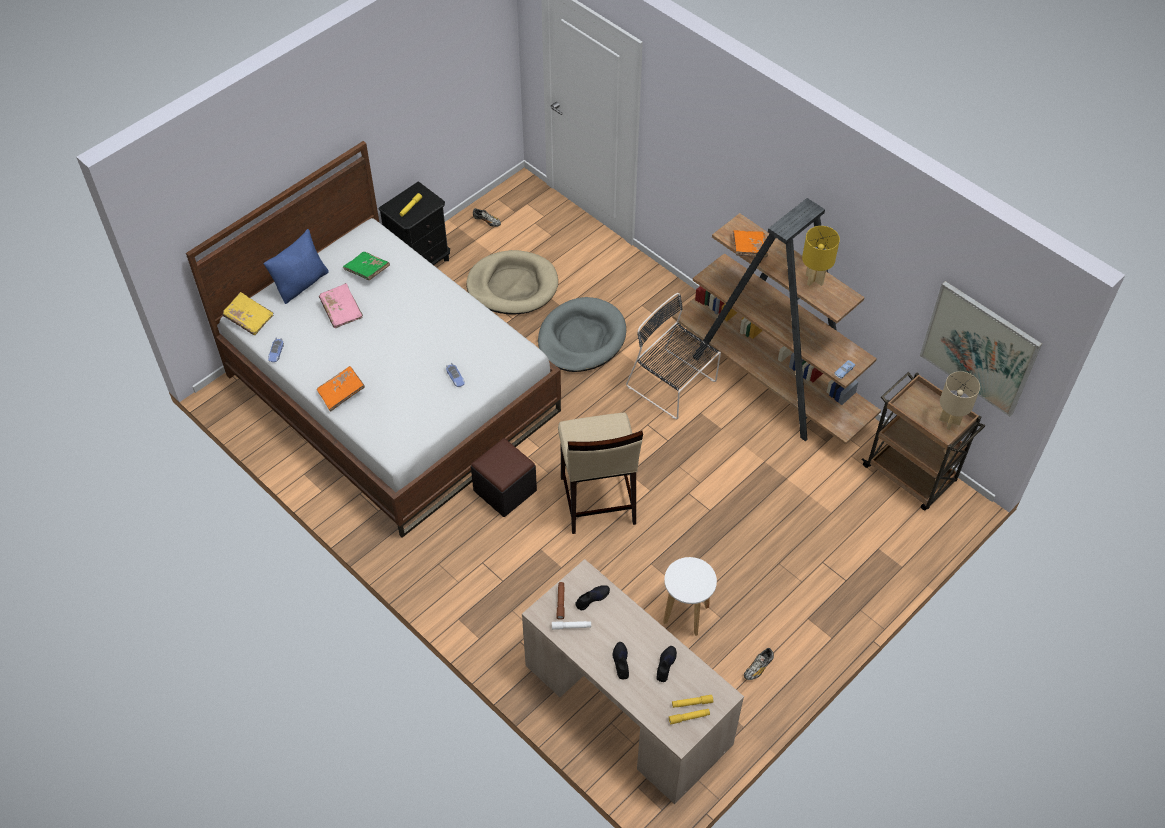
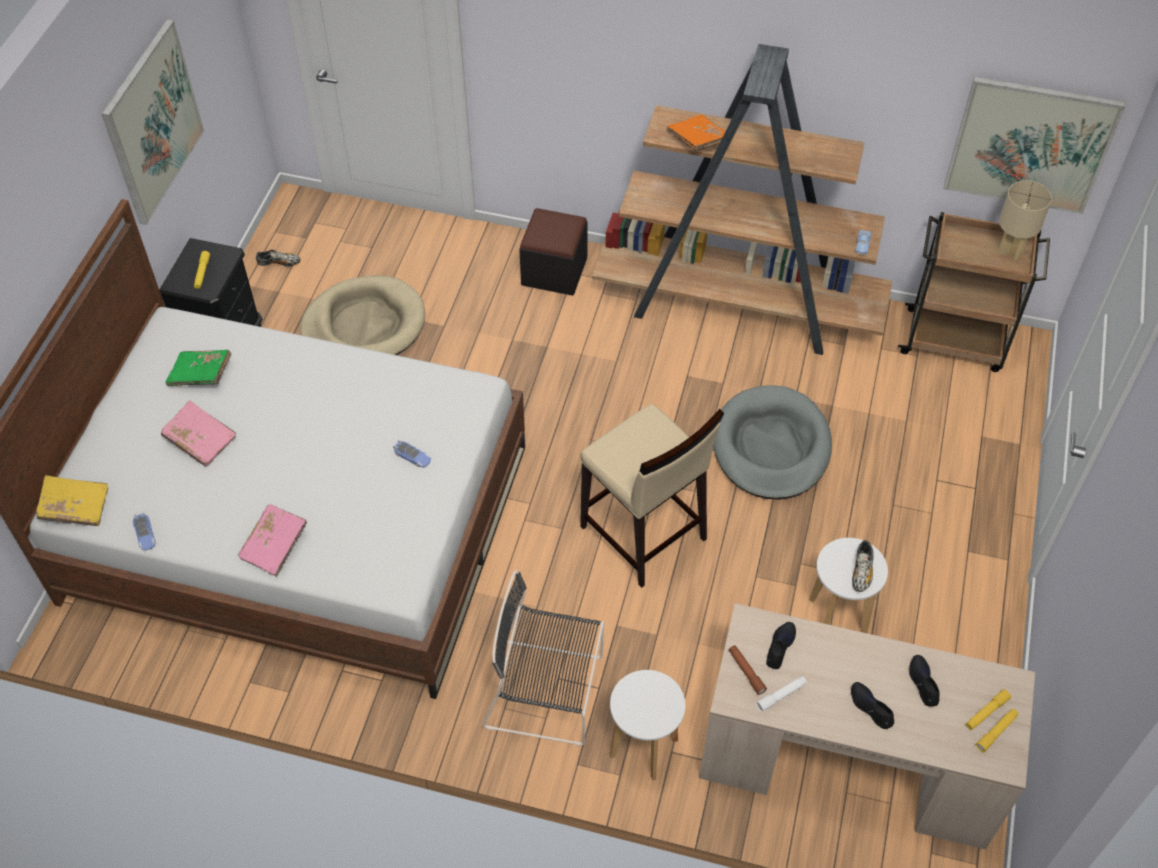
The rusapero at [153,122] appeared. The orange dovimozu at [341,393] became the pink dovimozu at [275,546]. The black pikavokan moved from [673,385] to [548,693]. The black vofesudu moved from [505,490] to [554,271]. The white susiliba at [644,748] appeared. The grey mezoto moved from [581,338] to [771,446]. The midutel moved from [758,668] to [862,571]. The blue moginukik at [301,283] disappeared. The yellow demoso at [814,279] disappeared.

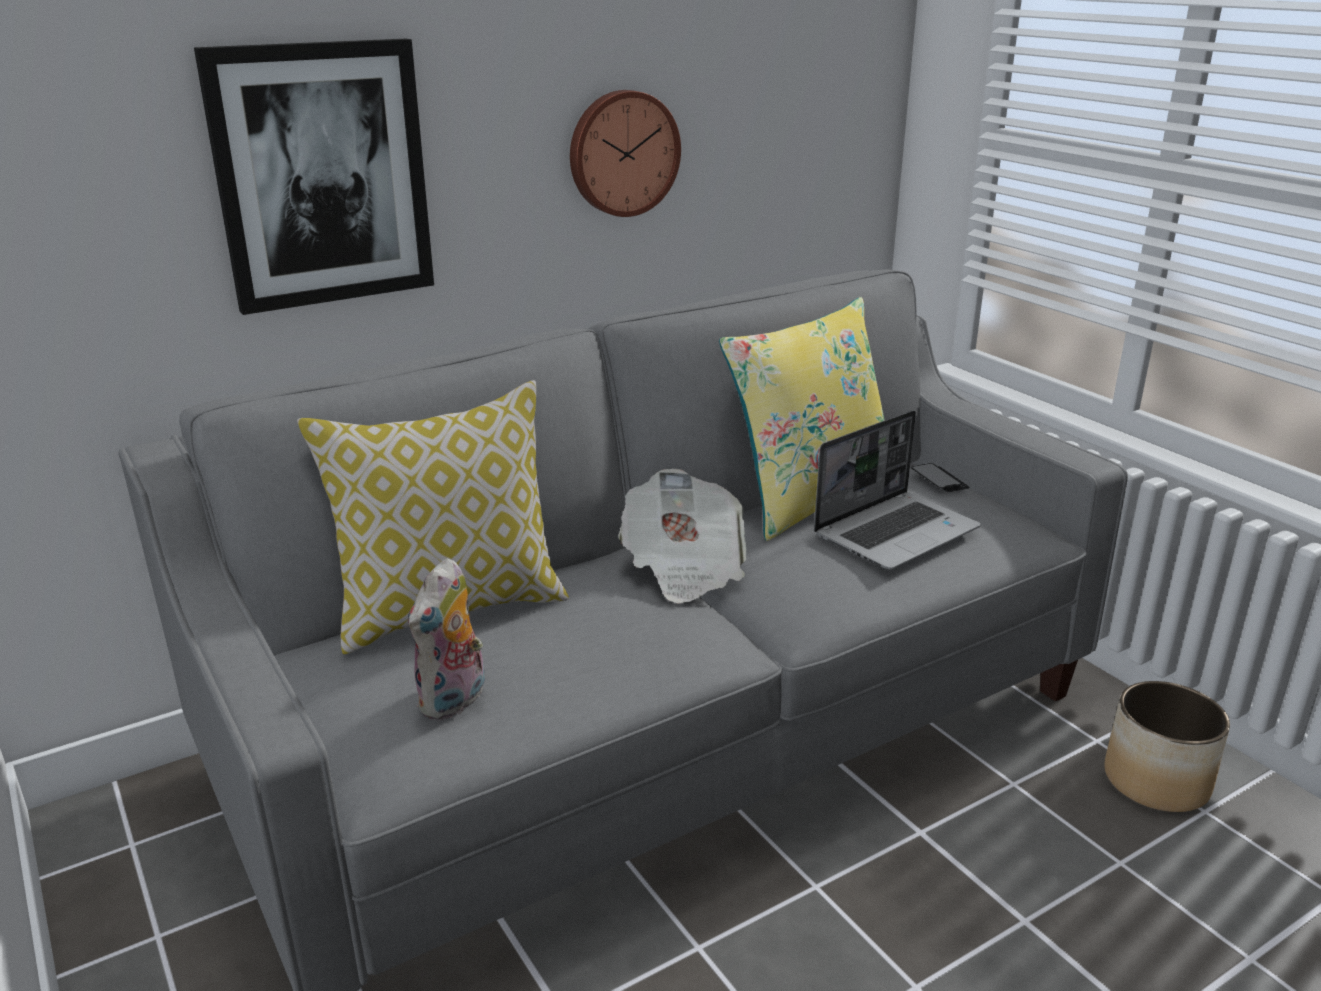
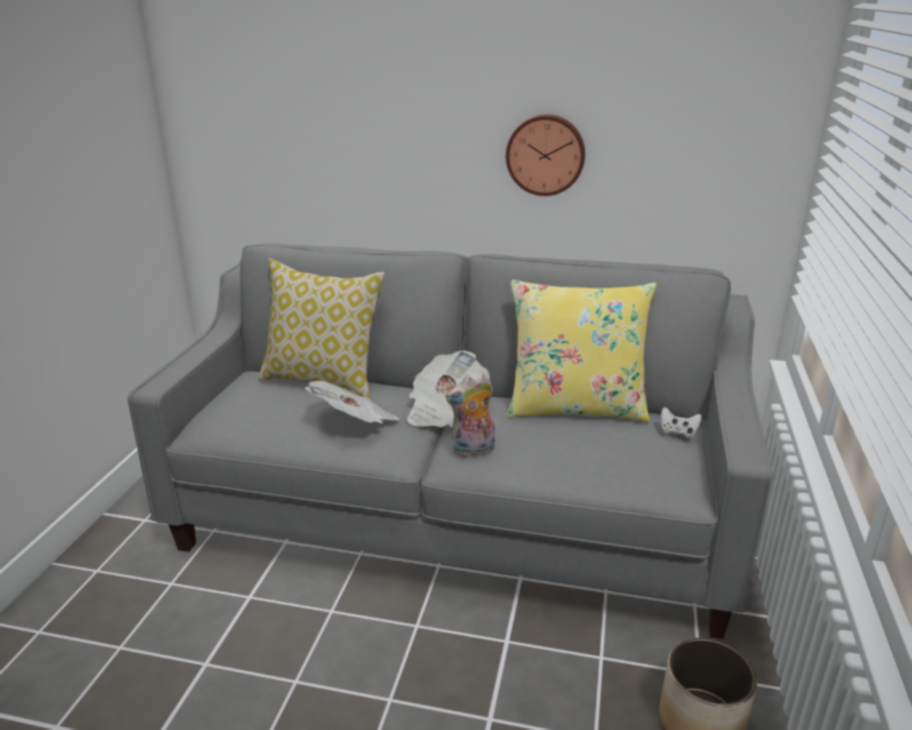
The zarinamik at [354,423] appeared. The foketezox moved from [454,701] to [473,451]. The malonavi at [939,479] was replaced by the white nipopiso at [678,432]. The rusapero at [322,175] disappeared. The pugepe at [896,532] disappeared.

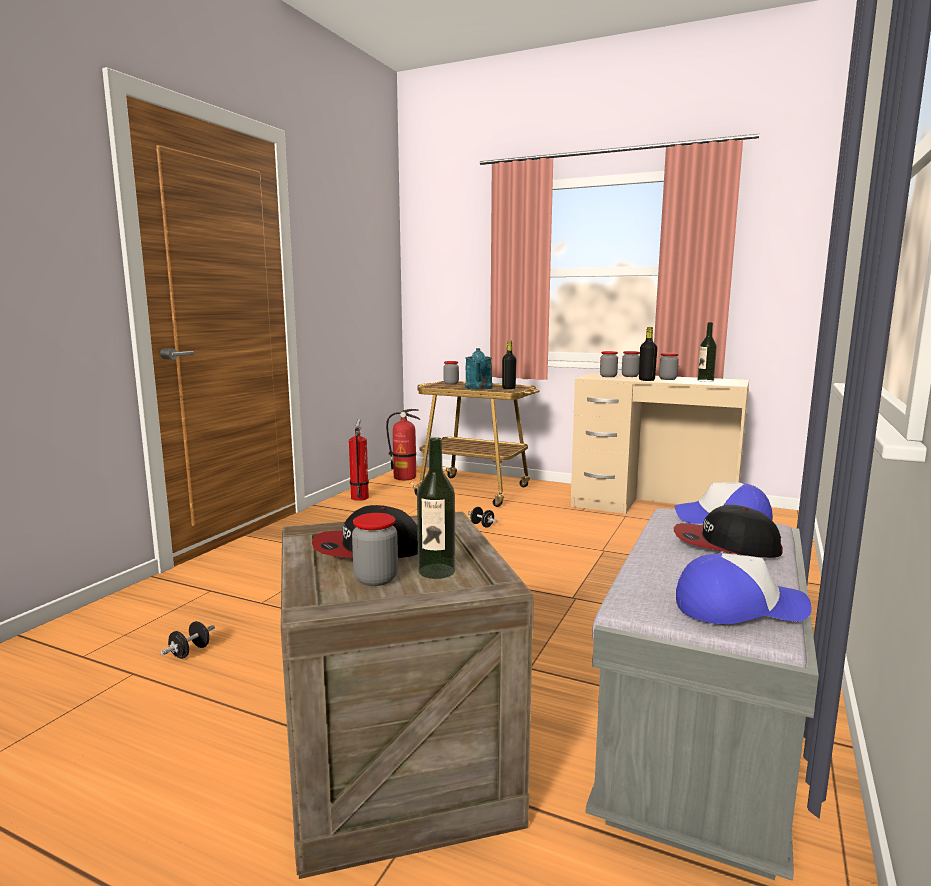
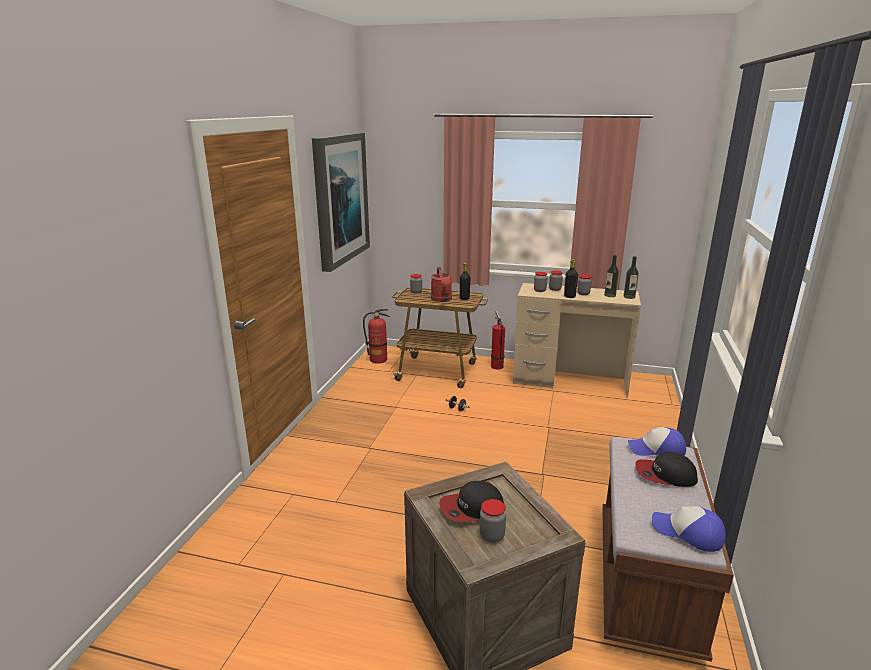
The rusapero at [340,199] appeared. The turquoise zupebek at [479,388] became the red zupebek at [442,299]. The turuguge moved from [360,497] to [496,366]. The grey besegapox at [700,745] became the brown besegapox at [646,581]. The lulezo moved from [436,571] to [629,297]. The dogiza at [738,607] turned 135 degrees counterclockwise. The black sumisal at [190,652] disappeared.

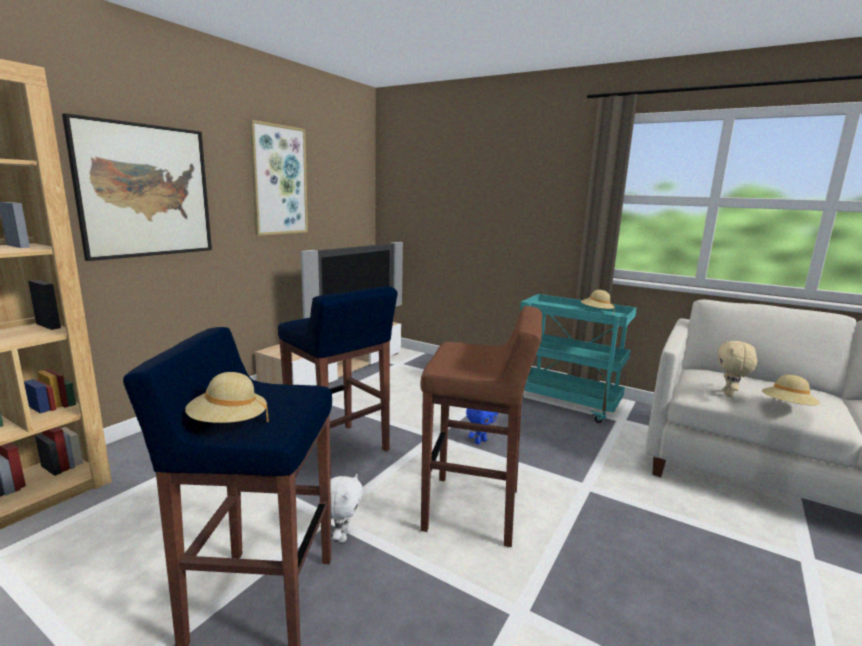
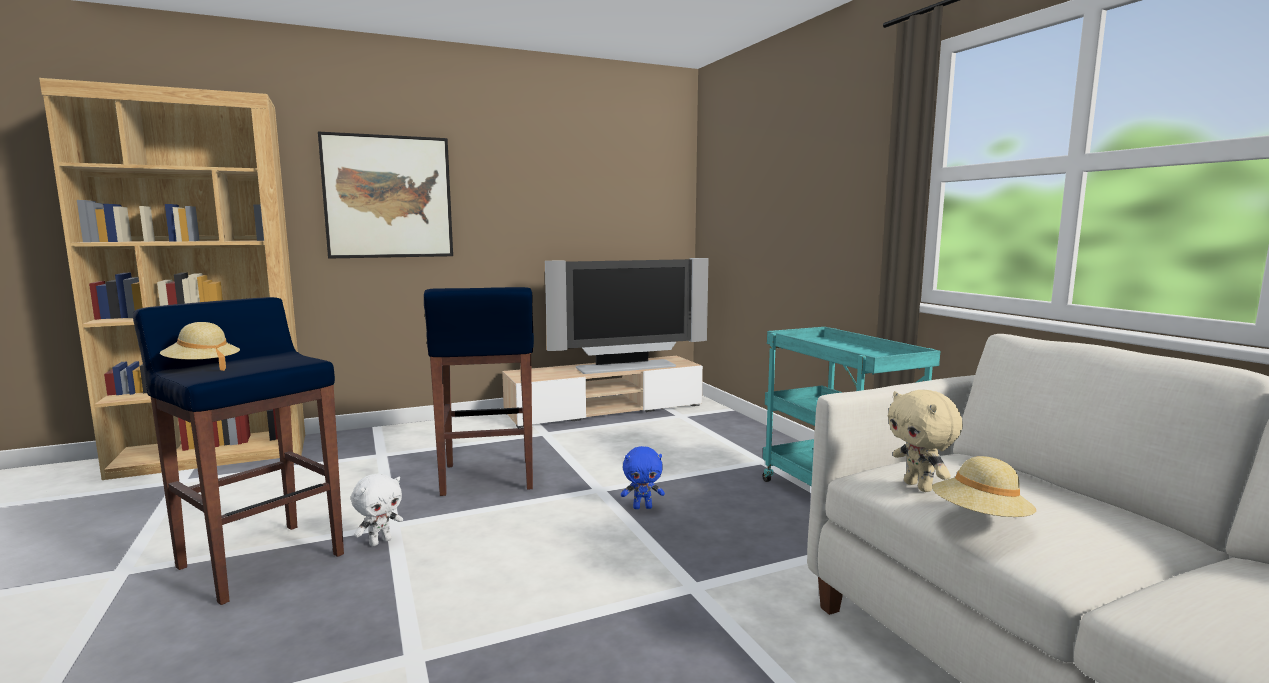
The beige foketezox at [729,394] turned 75 degrees counterclockwise. The rusapero at [279,180] disappeared. The brown susiliba at [474,510] disappeared. The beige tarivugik at [596,312] disappeared.

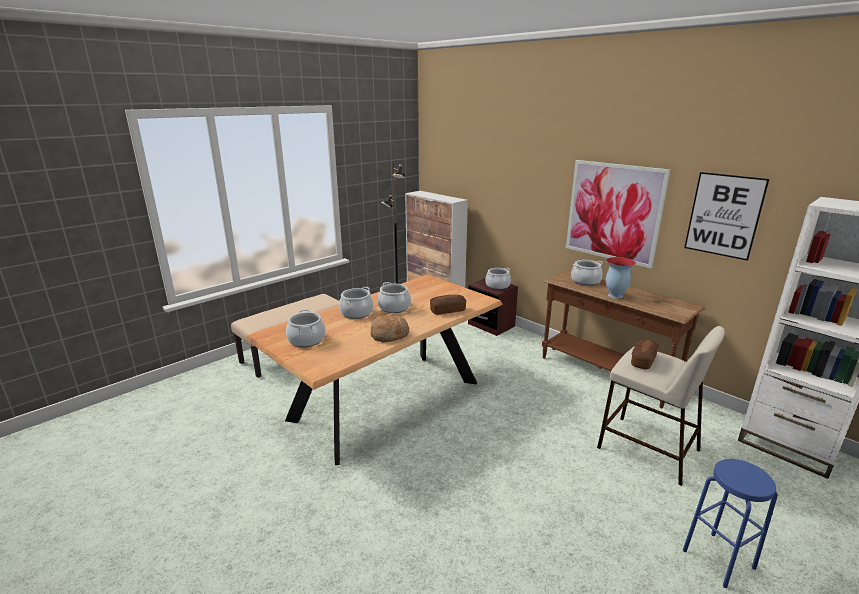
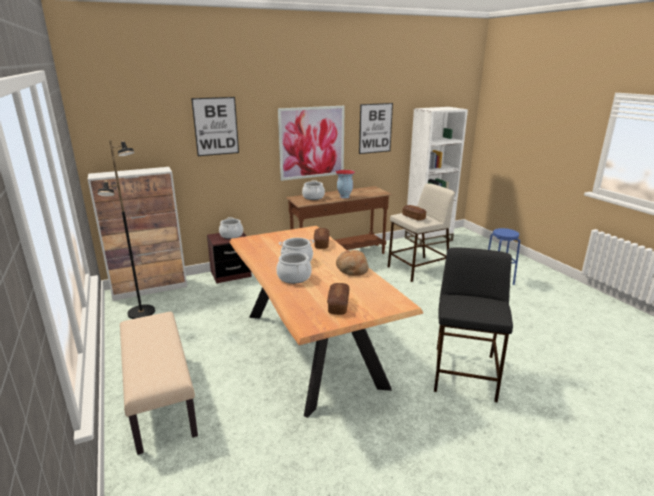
The rusapero at [216,126] appeared. The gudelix at [306,340] was replaced by the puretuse at [338,305]. The black susiliba at [465,374] appeared.

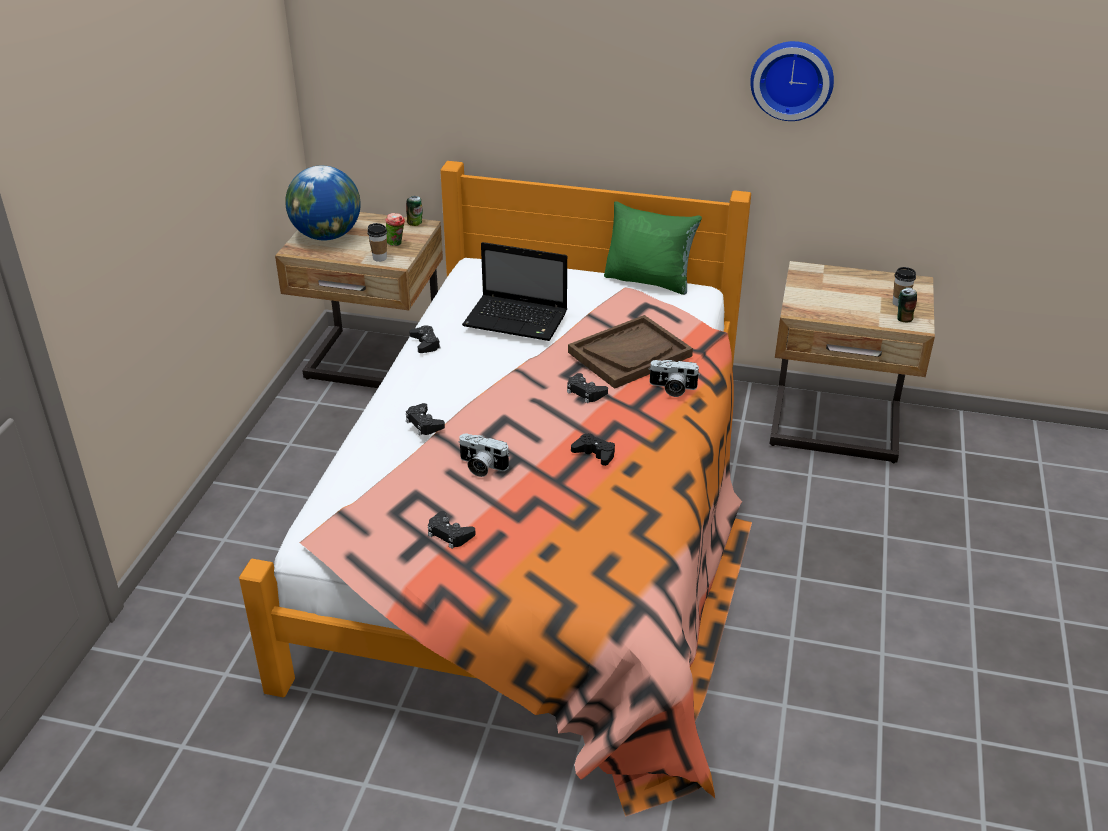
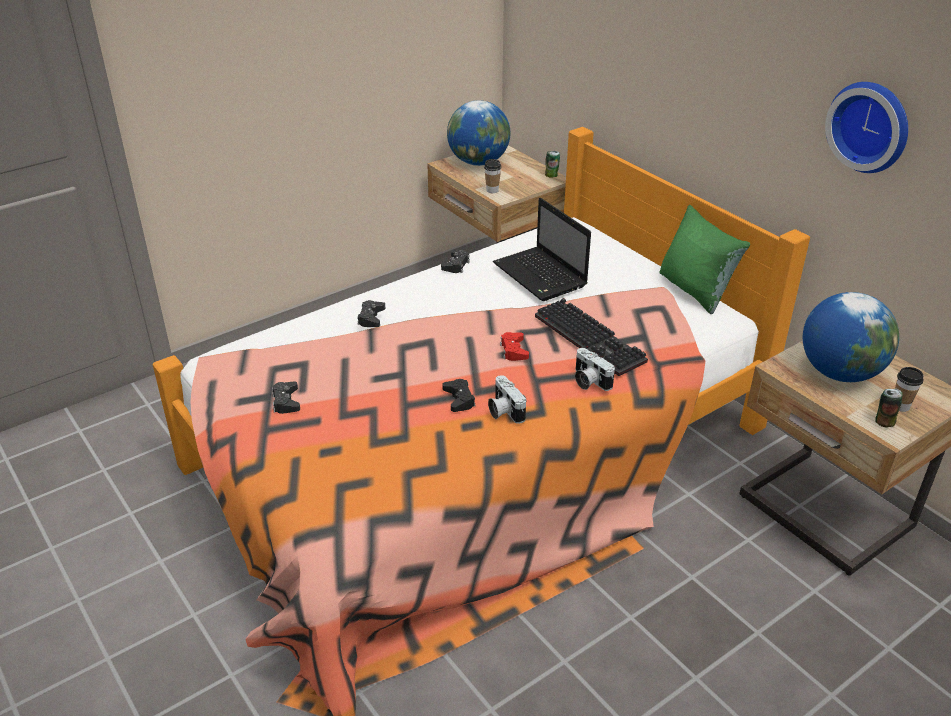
The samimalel moved from [481,466] to [503,411]. The black nipopiso at [585,392] became the red nipopiso at [514,350]. The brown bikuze at [630,354] was replaced by the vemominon at [592,339]. The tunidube at [840,372] appeared. The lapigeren at [397,244] disappeared.

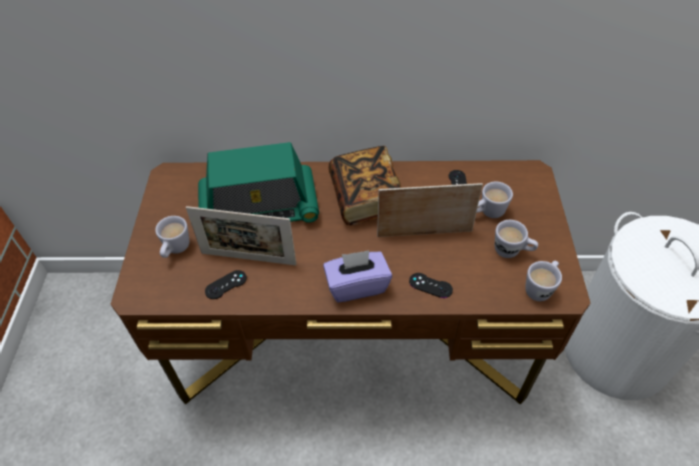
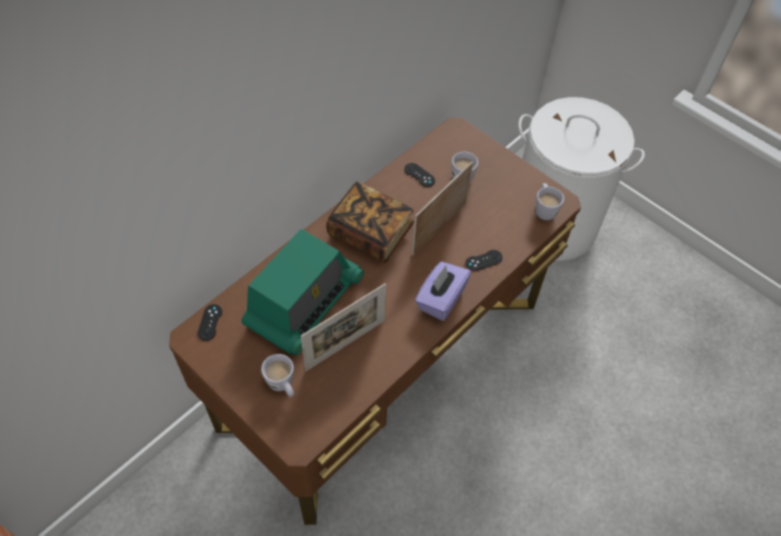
The black nipopiso moved from [226,284] to [210,322]. The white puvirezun at [512,251] disappeared.

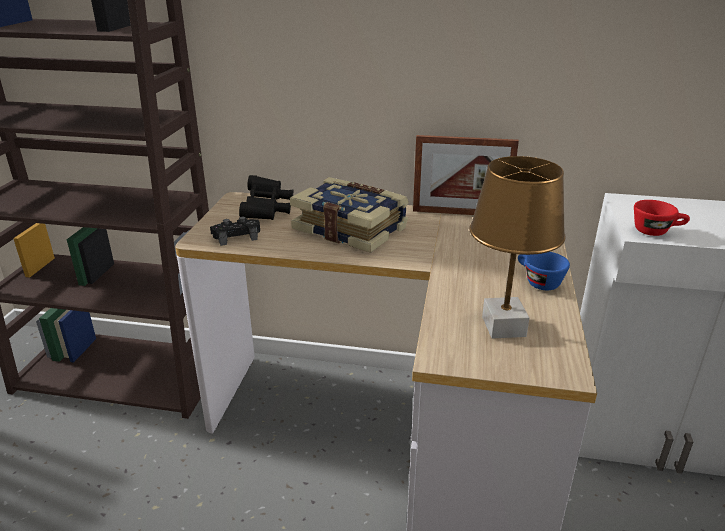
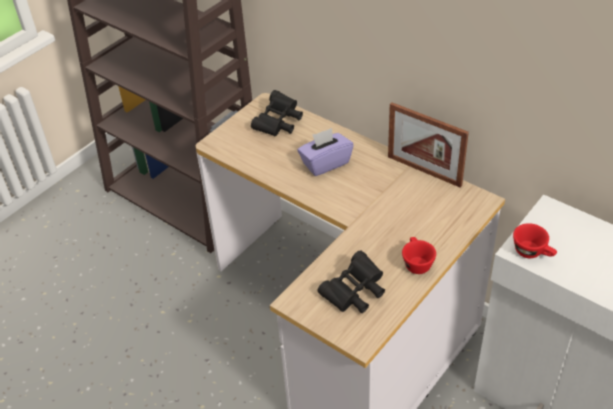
The dovimozu at [351,228] was replaced by the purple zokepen at [325,163]. The brown demoso at [504,327] was replaced by the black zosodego at [354,293]. The blue lapigeren at [537,282] became the red lapigeren at [416,263]. The black nipopiso at [236,236] disappeared.

